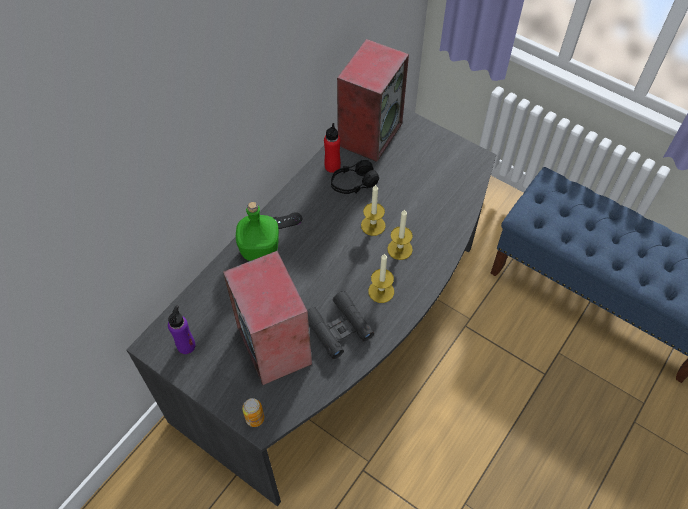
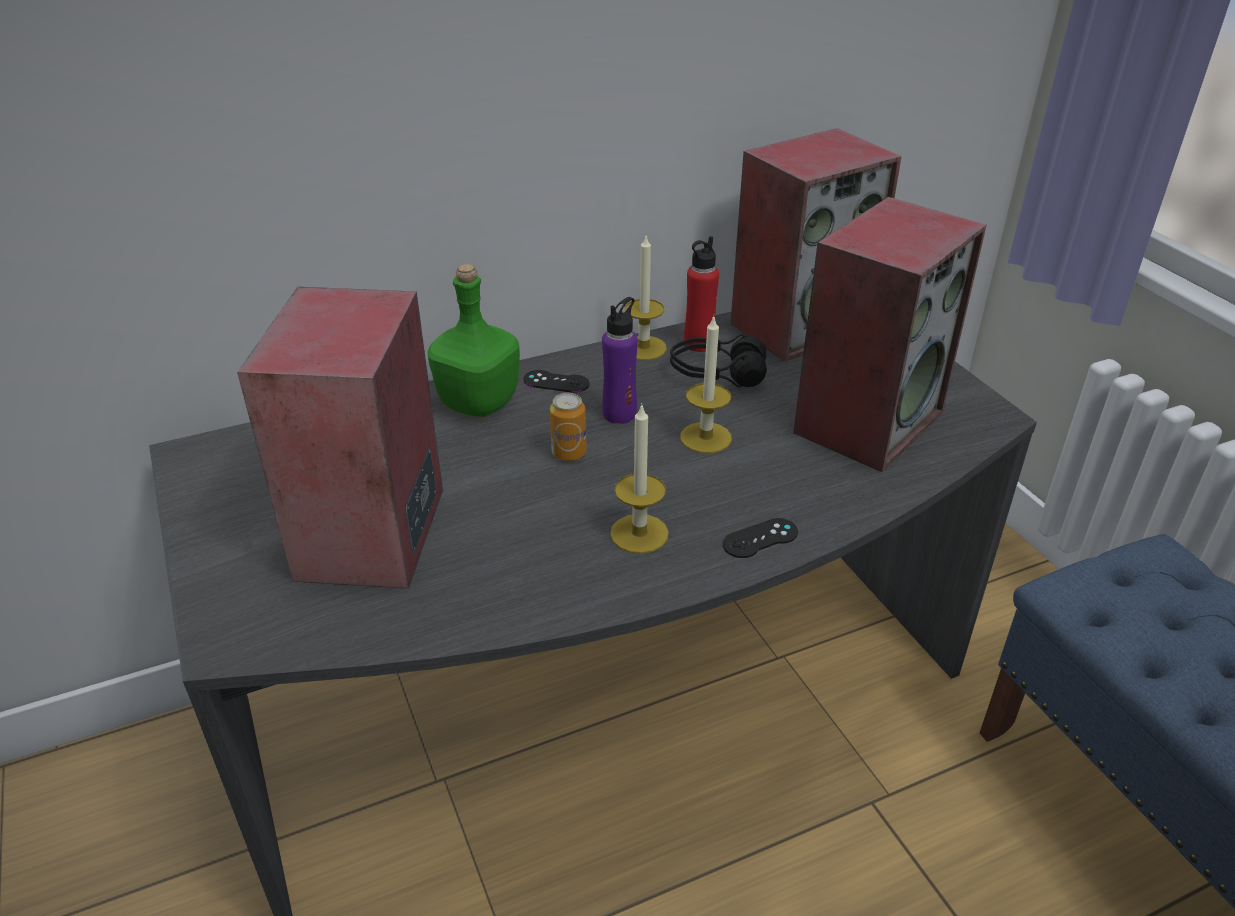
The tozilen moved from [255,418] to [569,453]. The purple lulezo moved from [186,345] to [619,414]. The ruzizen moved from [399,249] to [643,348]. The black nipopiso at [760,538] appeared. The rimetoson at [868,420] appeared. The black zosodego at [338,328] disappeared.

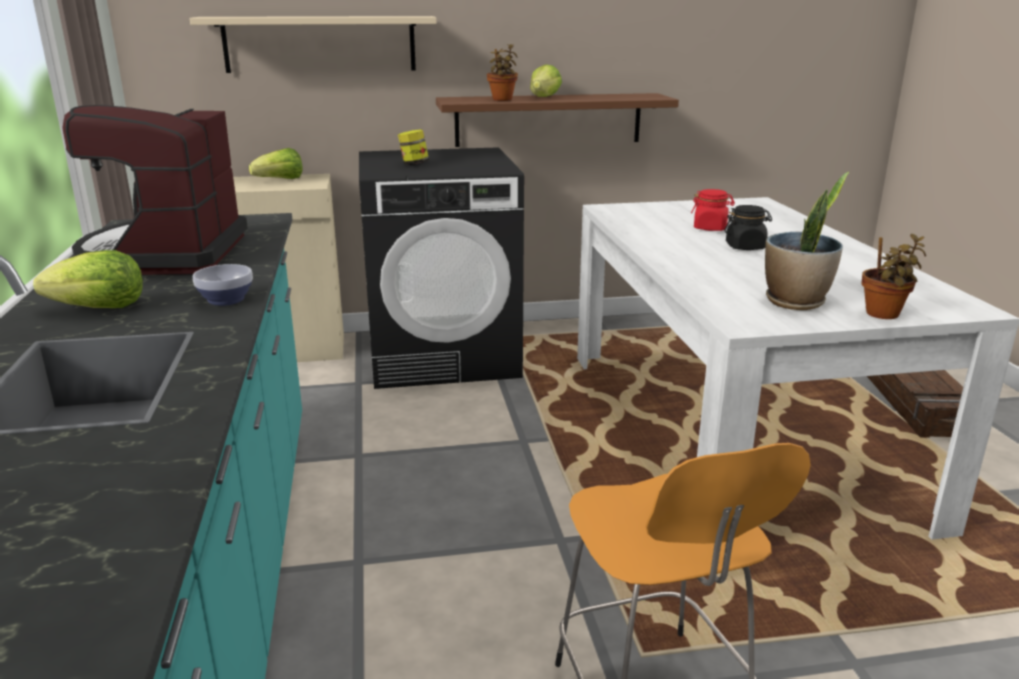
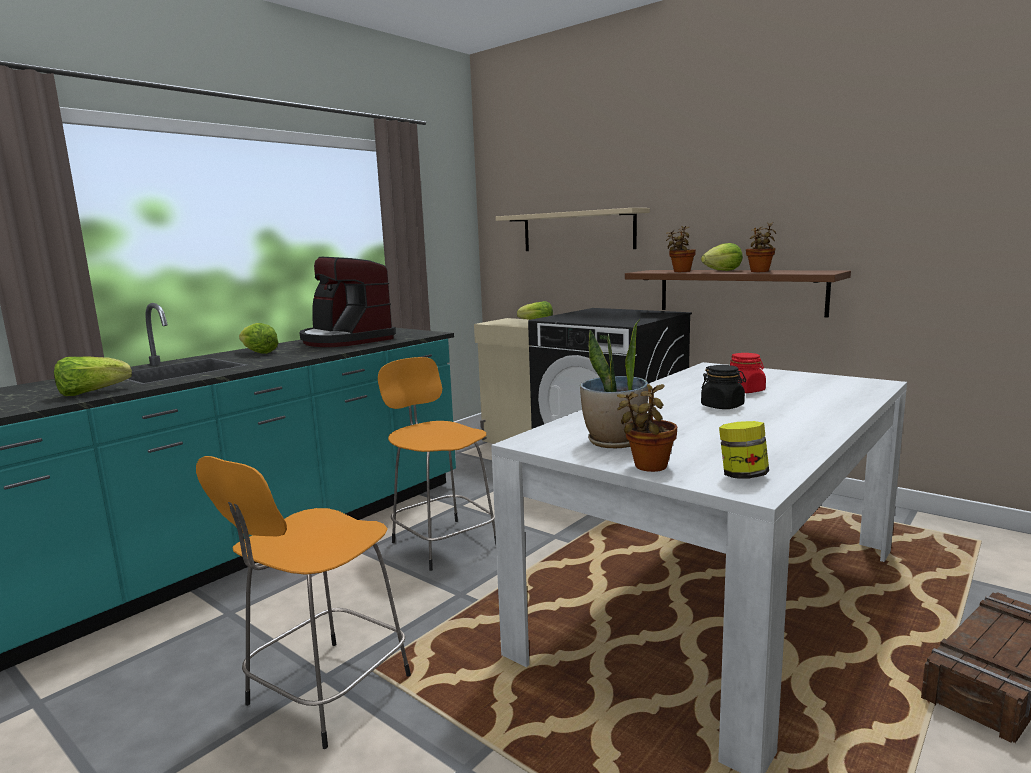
The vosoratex at [91,393] appeared. The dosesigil at [166,254] turned 90 degrees counterclockwise. The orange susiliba at [442,542] appeared. The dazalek moved from [414,164] to [742,476]. The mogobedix at [759,271] appeared. The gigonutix at [225,301] disappeared.

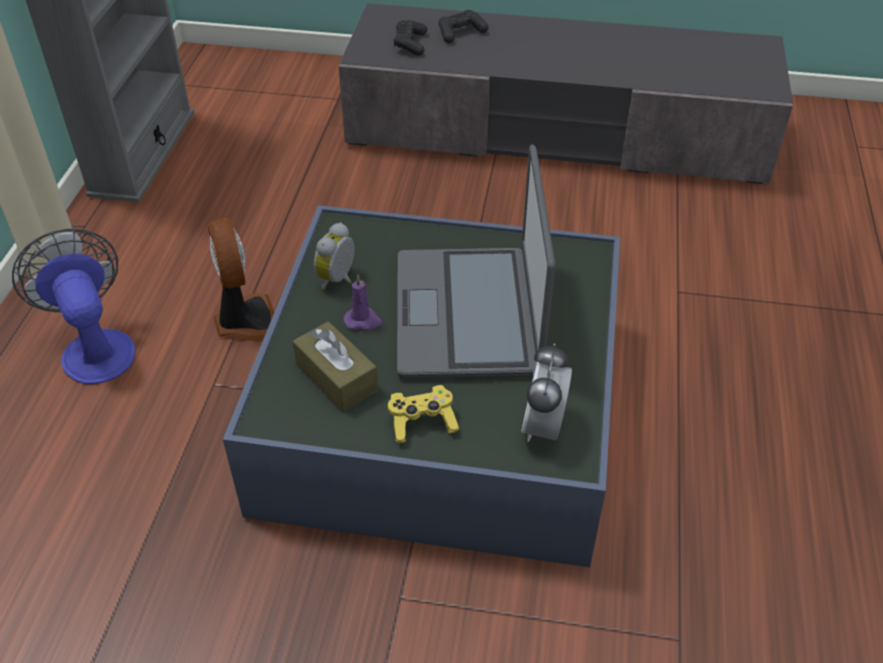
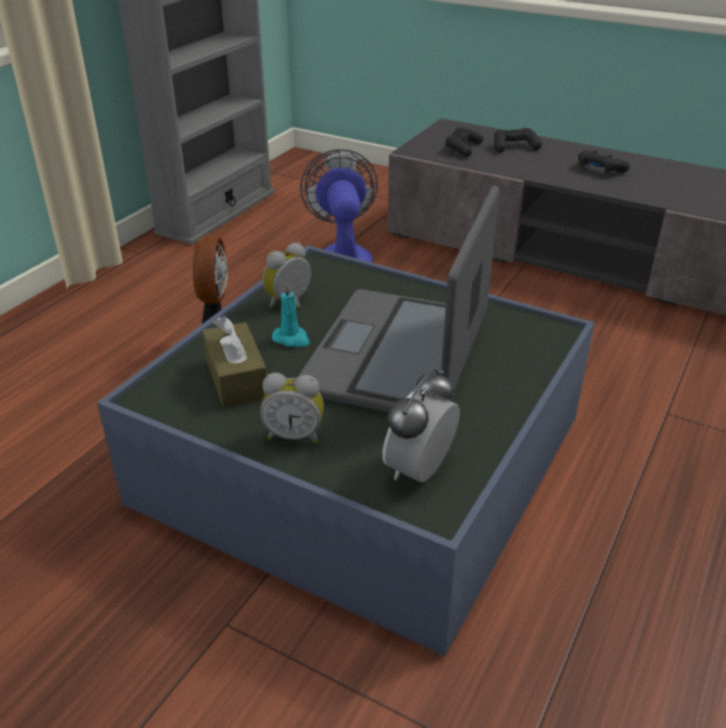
The yellow nipopiso at [422,422] was replaced by the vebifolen at [294,435]. The purple ruzizen at [363,321] became the turquoise ruzizen at [292,339]. The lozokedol moved from [94,347] to [342,254]. The black nipopiso at [599,169] appeared.

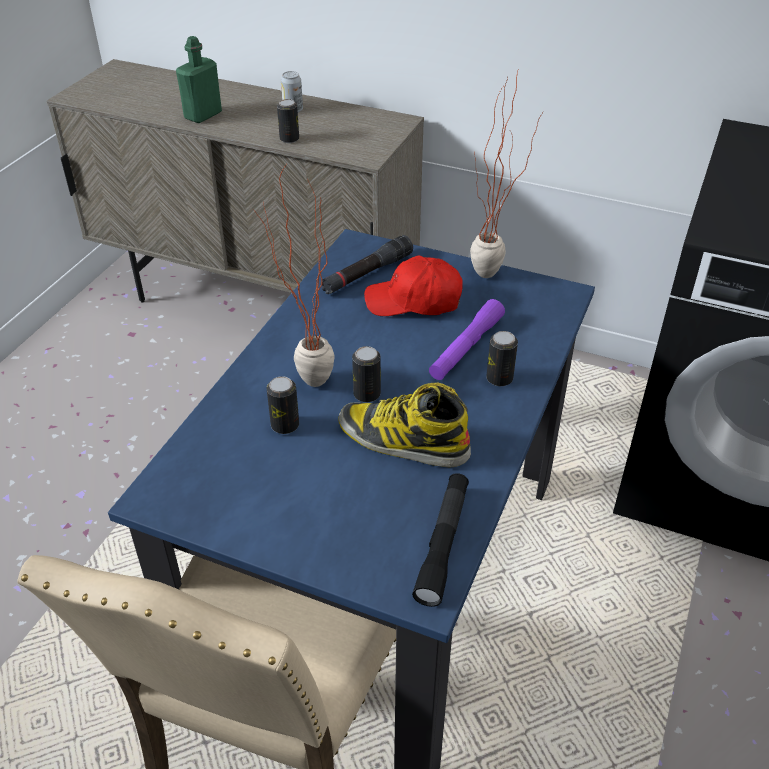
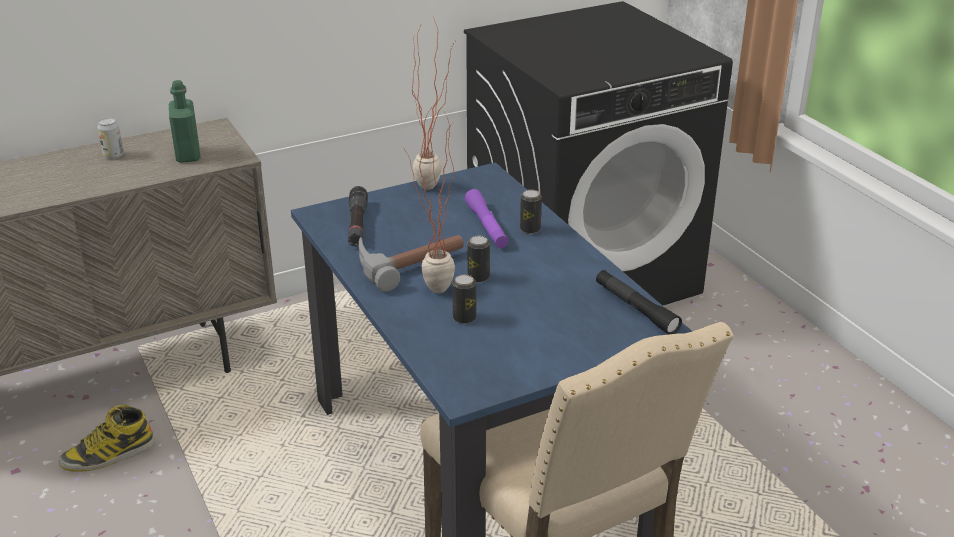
The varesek moved from [402,441] to [108,455]. The green lulezo moved from [203,115] to [188,155]. The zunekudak at [408,261] appeared. The tozilen at [289,139] disappeared. The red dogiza at [414,301] disappeared.

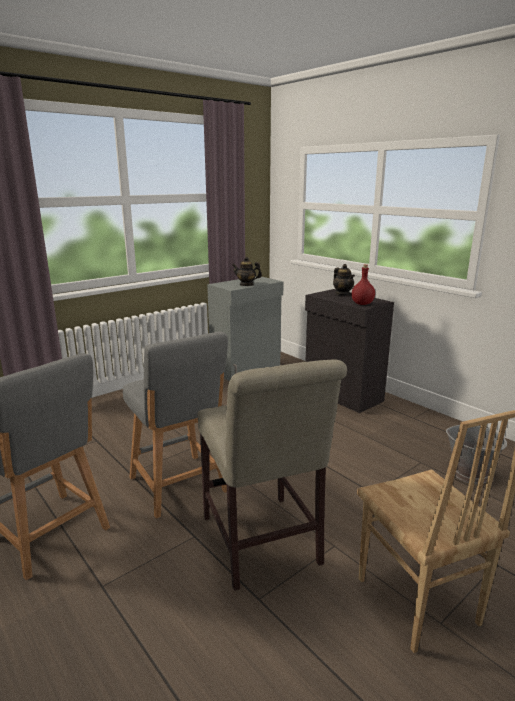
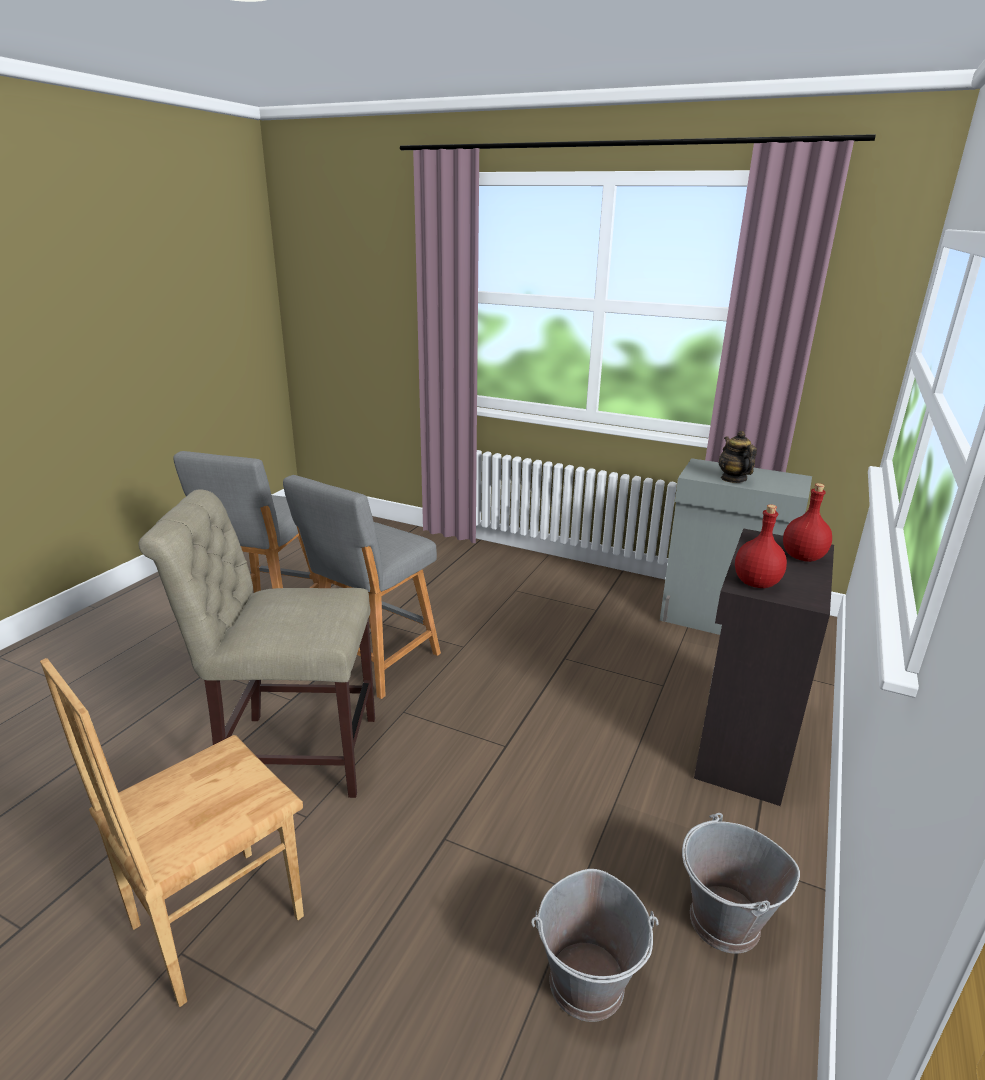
The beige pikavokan at [262,544] turned 45 degrees clockwise. The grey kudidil at [724,922] appeared. The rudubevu at [343,294] was replaced by the red lulezo at [803,557].

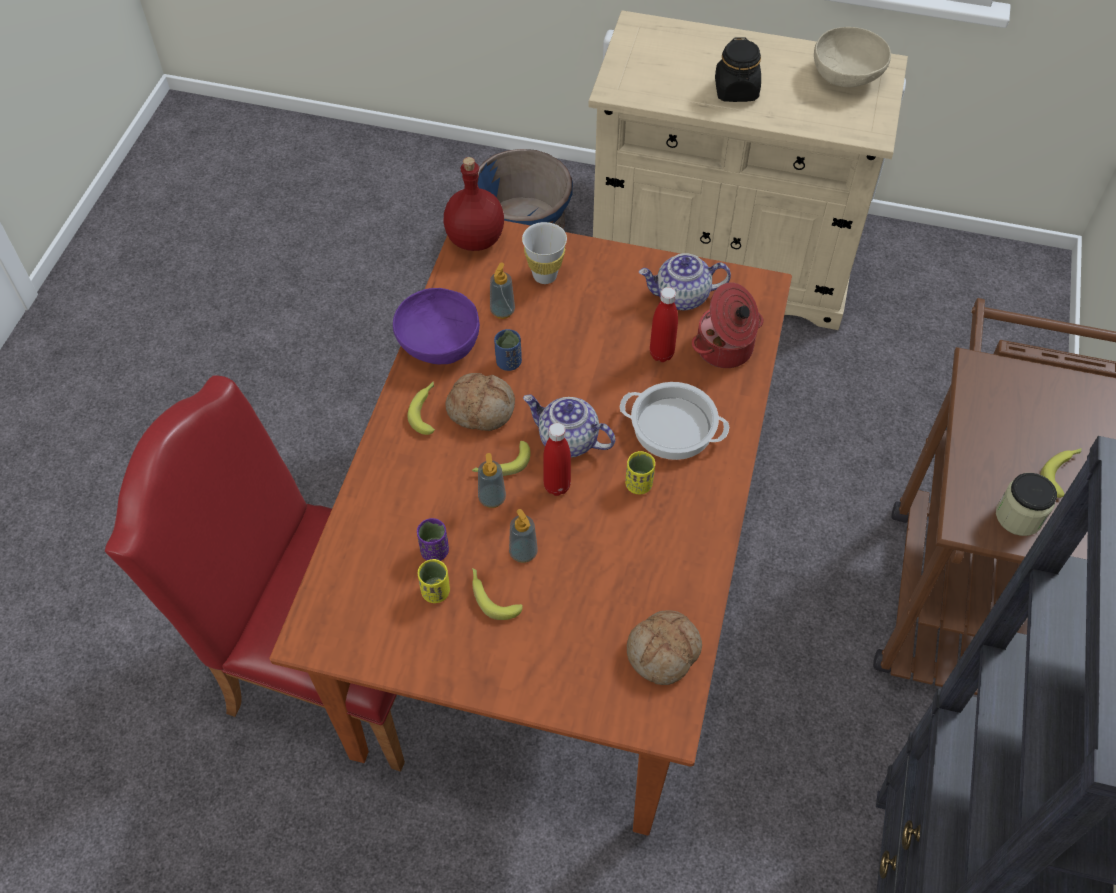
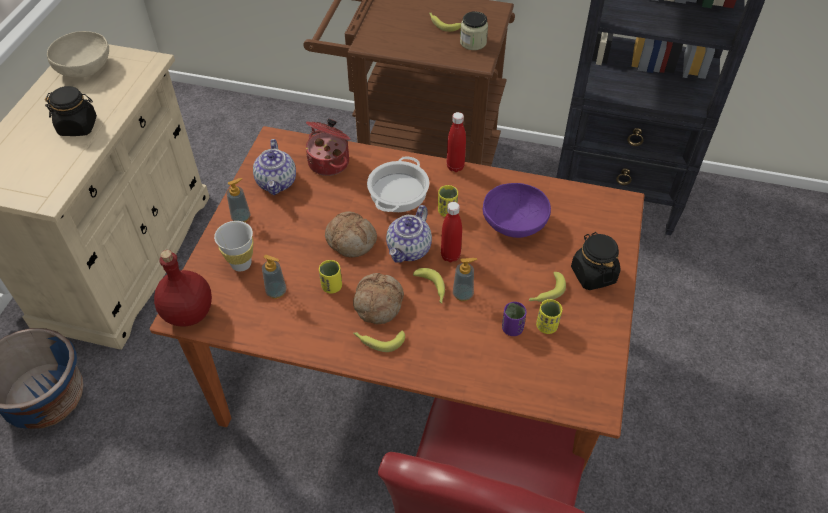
The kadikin moved from [523,552] to [241,217]. The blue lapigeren at [508,362] became the yellow lapigeren at [332,286]. The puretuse moved from [664,653] to [351,240]. The red lulezo moved from [661,354] to [455,167]. The purple gigonutix moved from [438,343] to [514,225]. The black dazalek at [593,274] appeared.

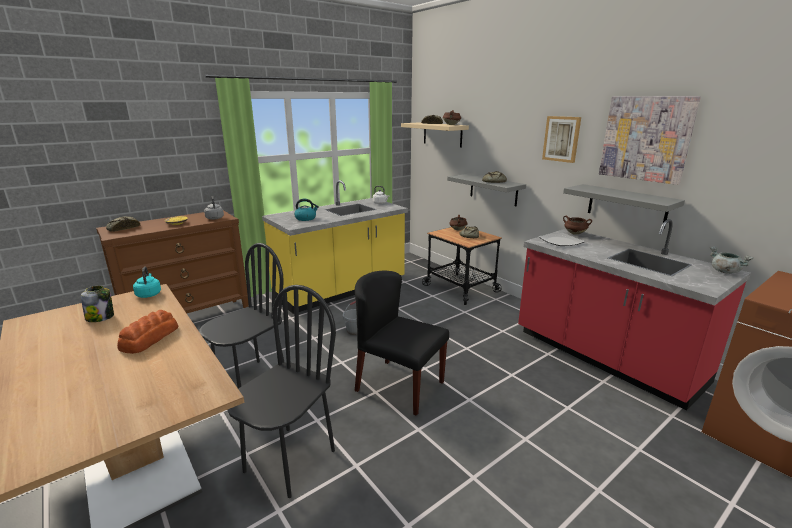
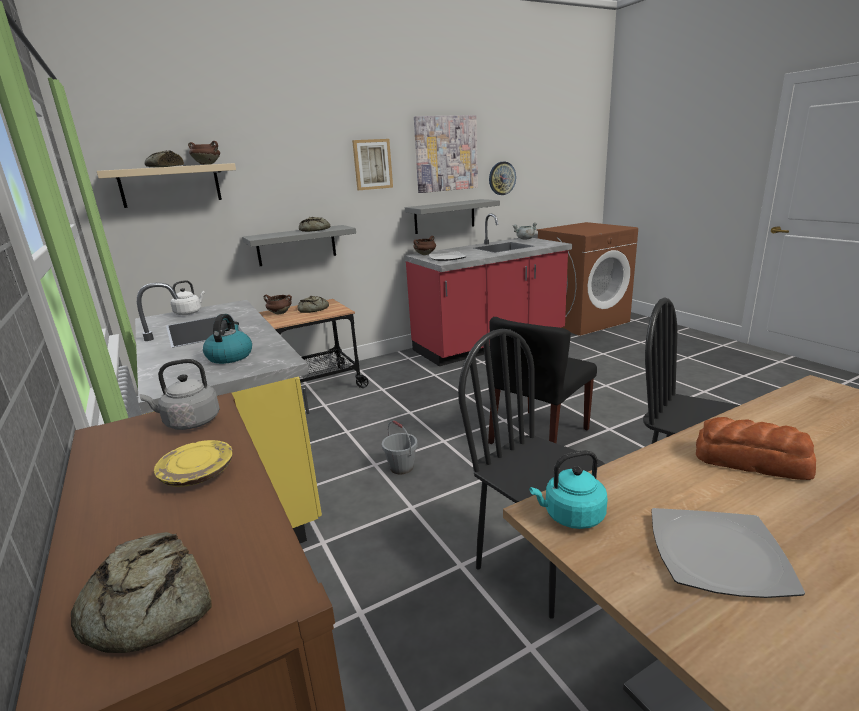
The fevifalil at [502,178] appeared. The dazalek at [101,317] was replaced by the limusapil at [717,555].

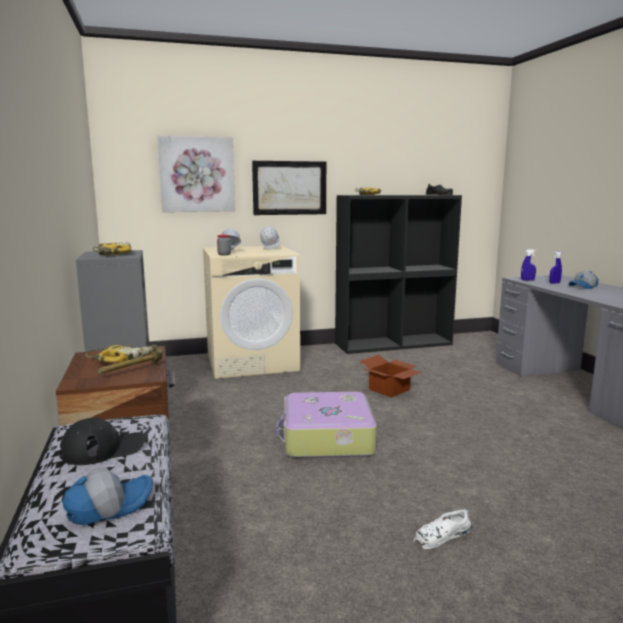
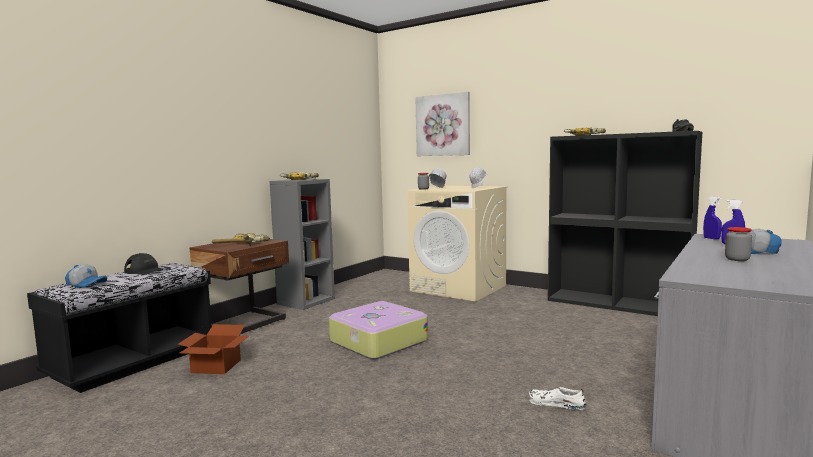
The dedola moved from [389,390] to [215,367]. The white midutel moved from [442,536] to [555,403]. The dazalek at [737,259] appeared. The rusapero at [289,188] disappeared.

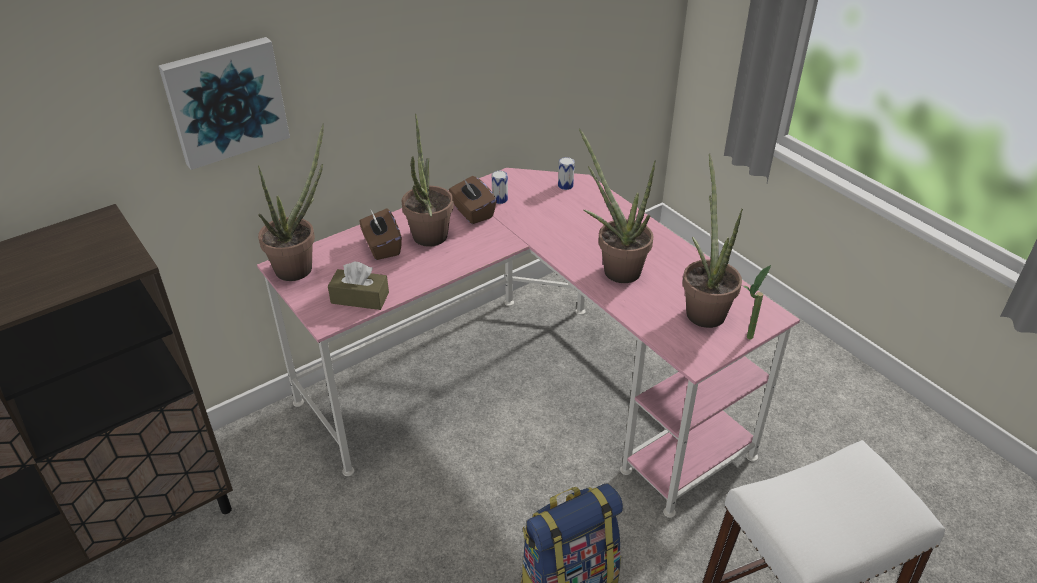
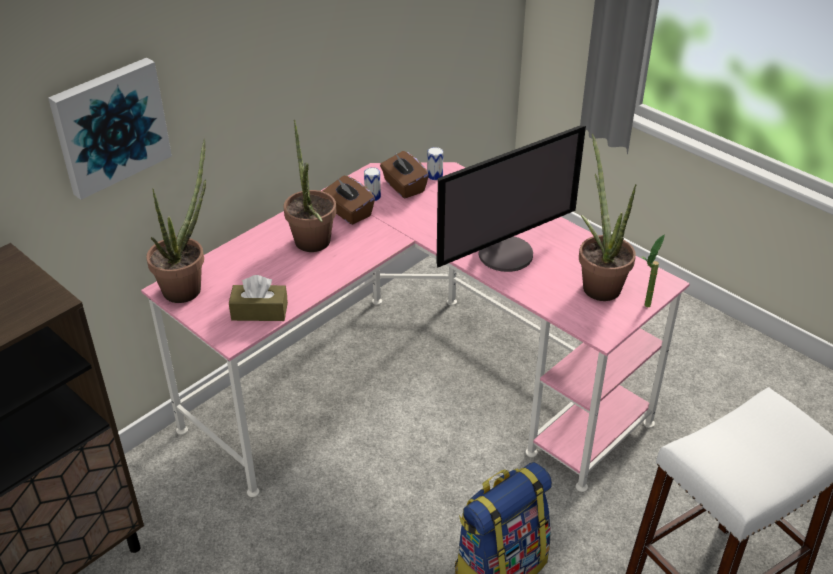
The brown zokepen moved from [382,247] to [403,187]. The mogobedix at [615,268] was replaced by the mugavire at [505,253].

